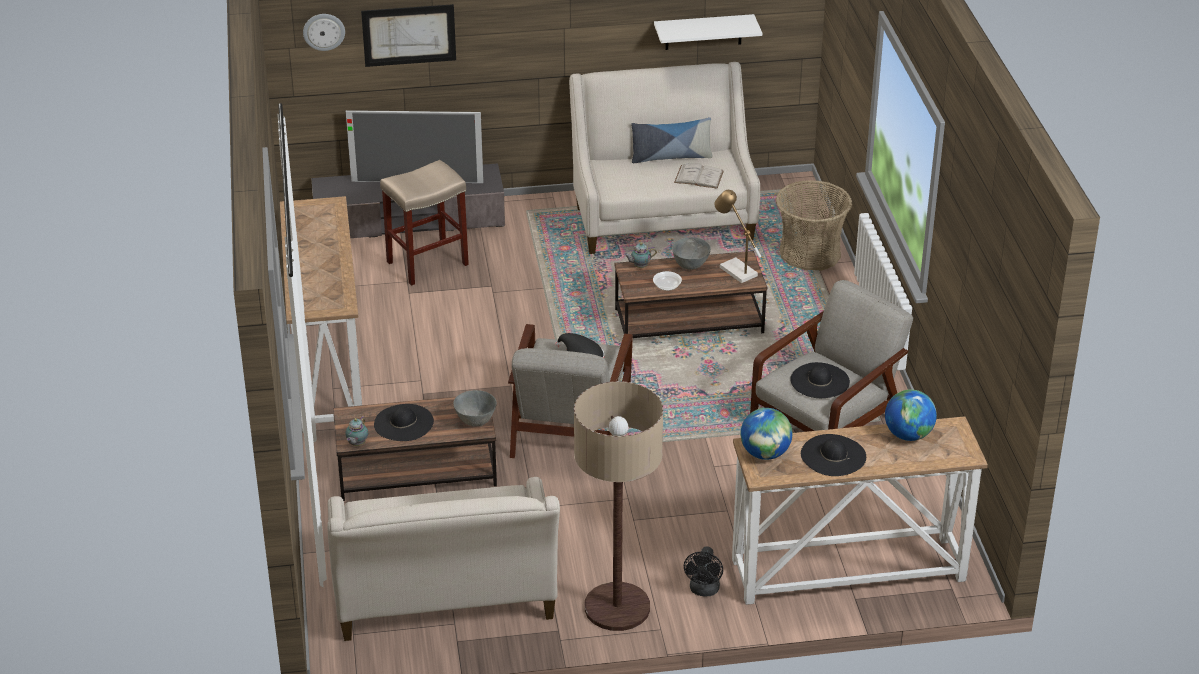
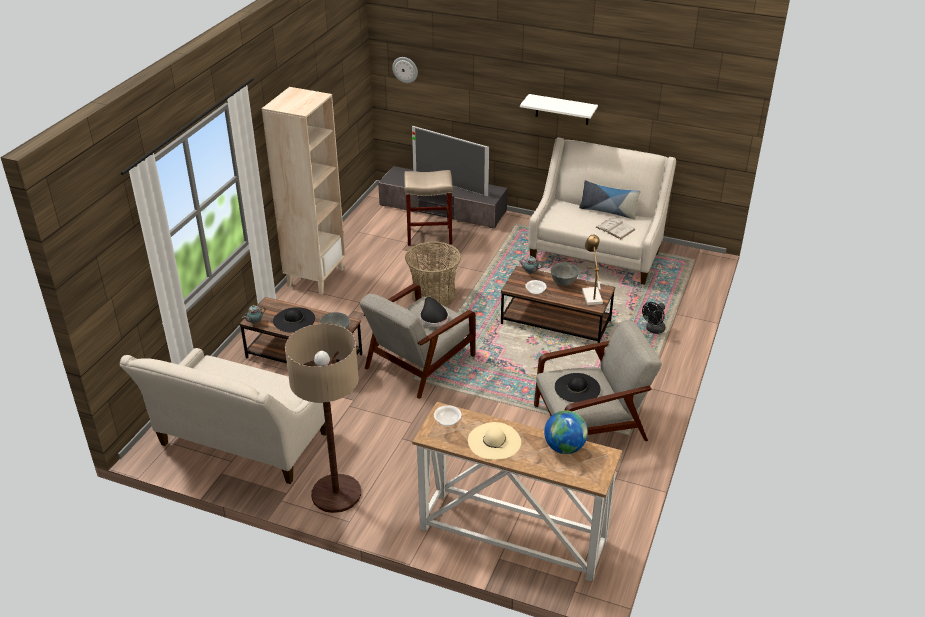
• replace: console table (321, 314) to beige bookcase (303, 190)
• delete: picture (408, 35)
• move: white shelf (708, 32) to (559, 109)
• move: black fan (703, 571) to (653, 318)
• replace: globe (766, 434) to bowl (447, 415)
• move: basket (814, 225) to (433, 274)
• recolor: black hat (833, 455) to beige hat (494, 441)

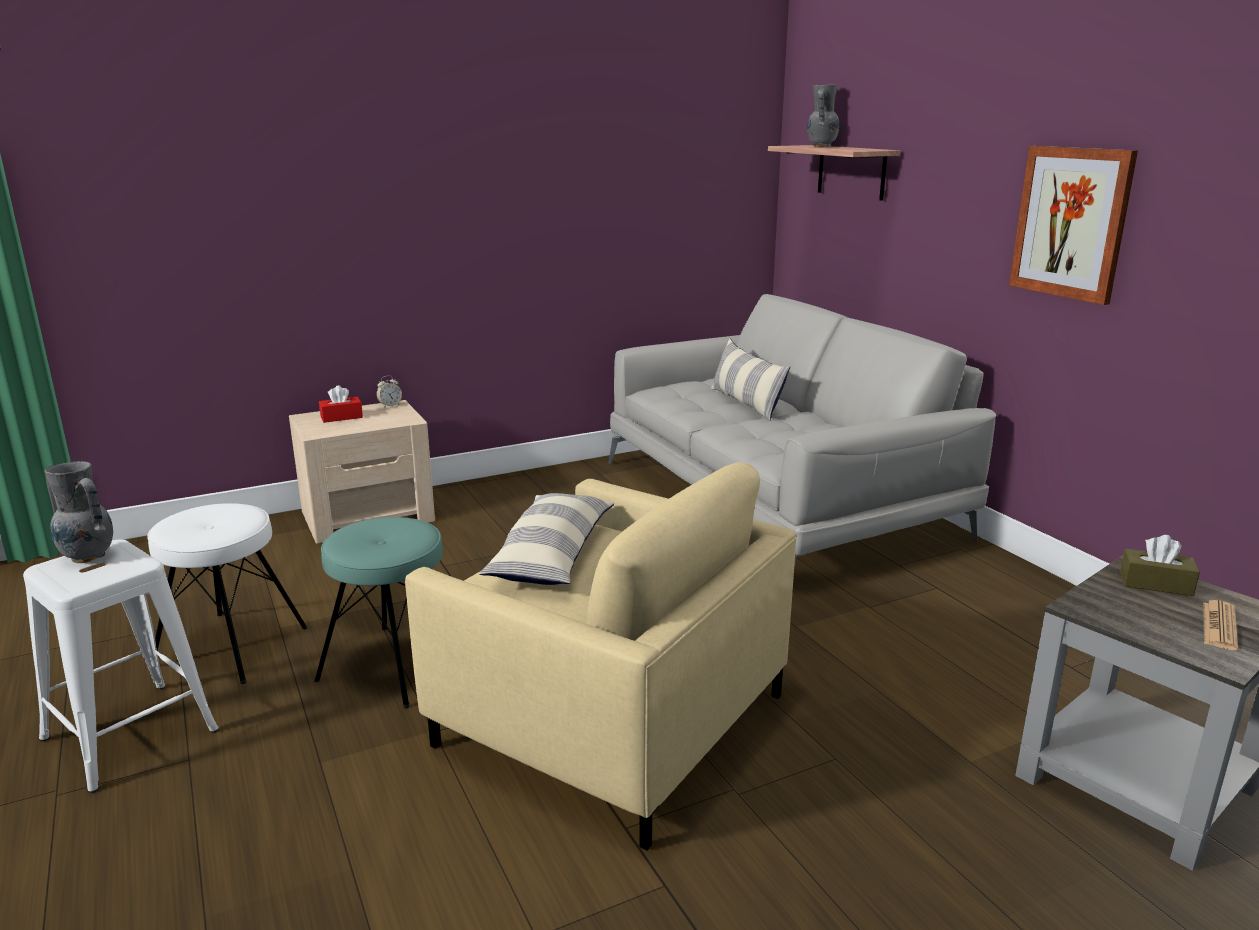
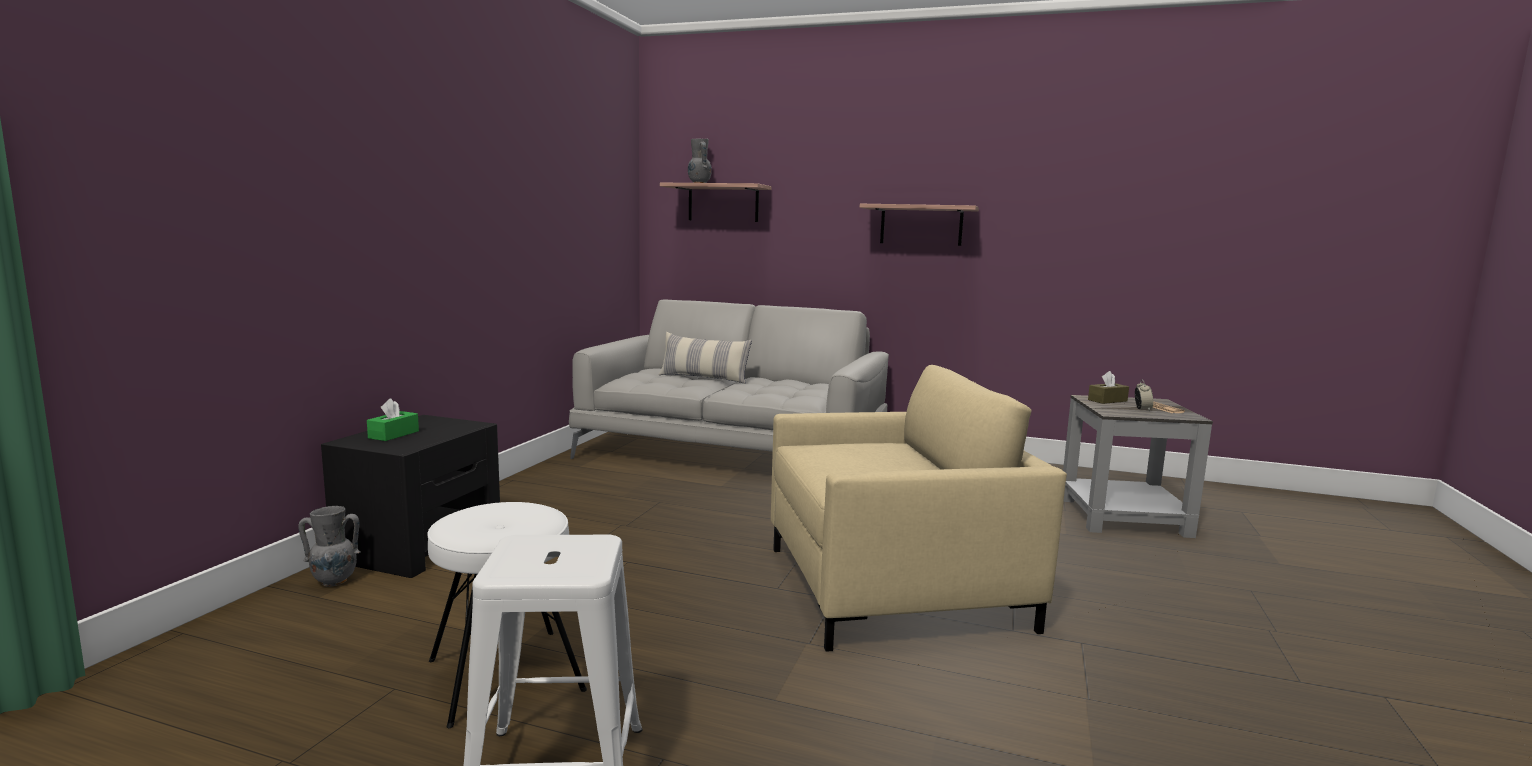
• move: grey vase (79, 512) to (329, 546)
• recolor: beige nightstand (362, 472) to black nightstand (410, 496)
• delete: turquoise stool (378, 613)
• recolor: red tissue box (341, 404) to green tissue box (393, 419)
• move: alarm clock (389, 392) to (1144, 396)
• delete: pillow (547, 539)
• replace: picture (1073, 225) to shelf (919, 225)

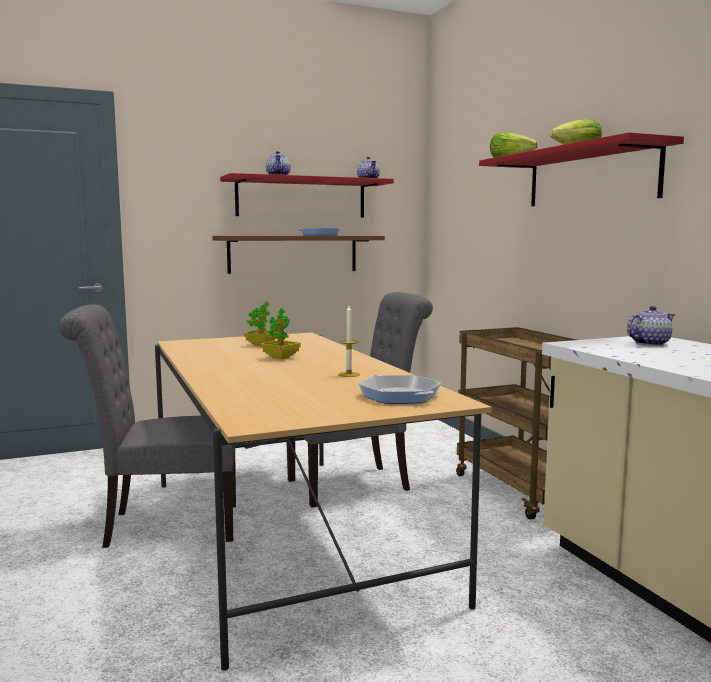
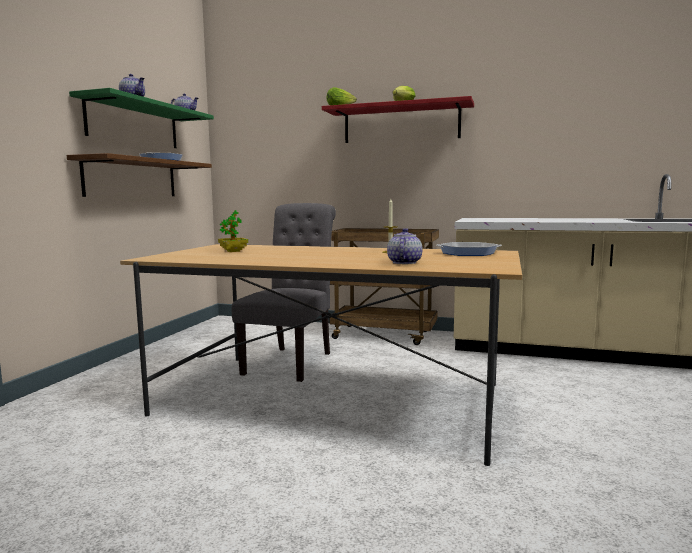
• delete: grey chair (147, 426)
• recolor: red shelf (307, 195) to green shelf (141, 118)
• delete: potted plant (281, 333)
• move: teapot (651, 326) to (405, 246)

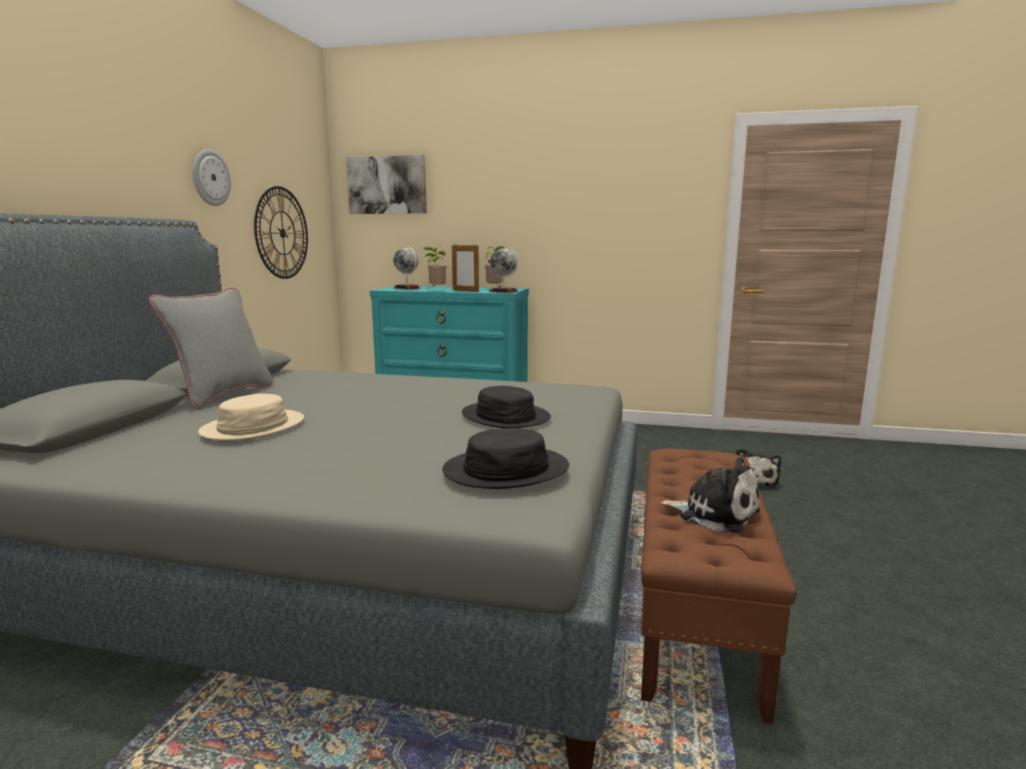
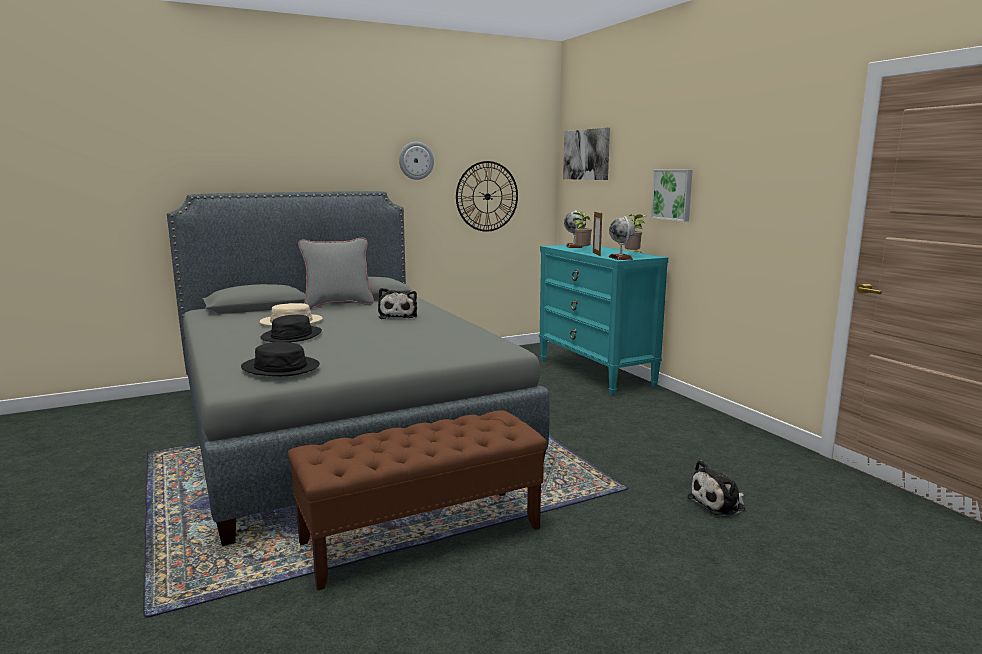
• move: black hat (506, 407) to (291, 328)
• move: plush toy (710, 495) to (397, 303)
• insert: picture (672, 196)

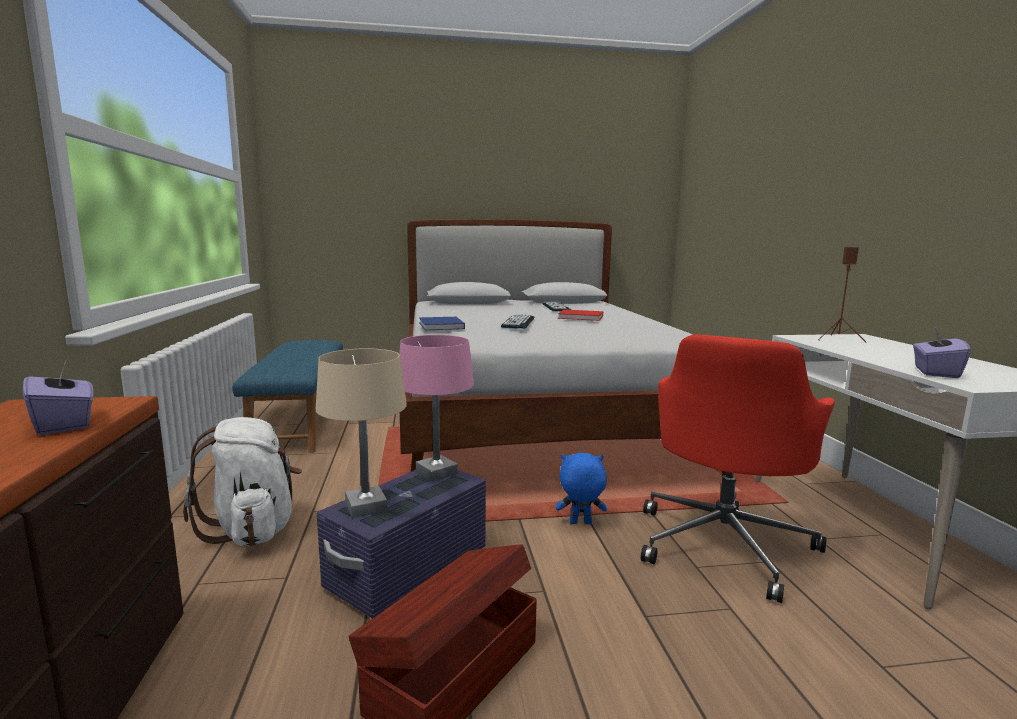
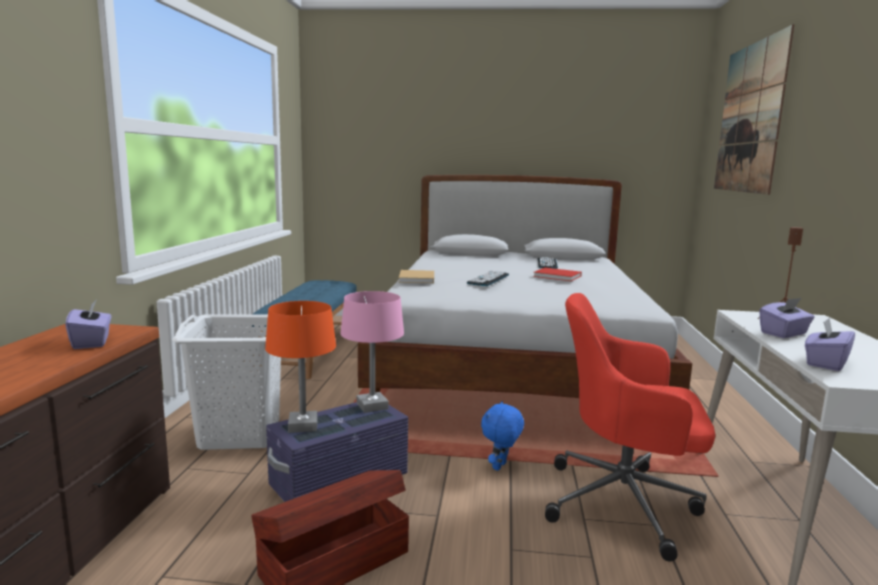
• replace: white backpack (242, 481) to white laundry basket (226, 382)
• recolor: beige table lamp (361, 433) to orange table lamp (300, 367)
• recolor: blue book (442, 323) to beige book (416, 276)
• rotate: blue plush toy (581, 488) = (502, 436) 75 degrees counterclockwise
• rotate: red office chair (738, 468) = (630, 427) 60 degrees clockwise
• insert: picture (754, 109)
• insert: purple tissue box (787, 318)

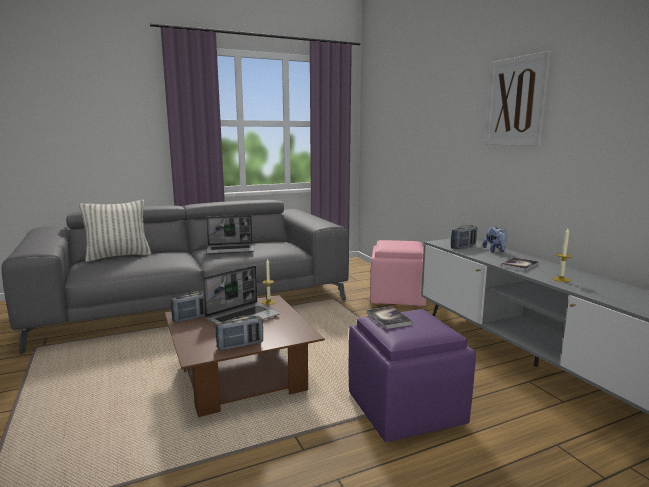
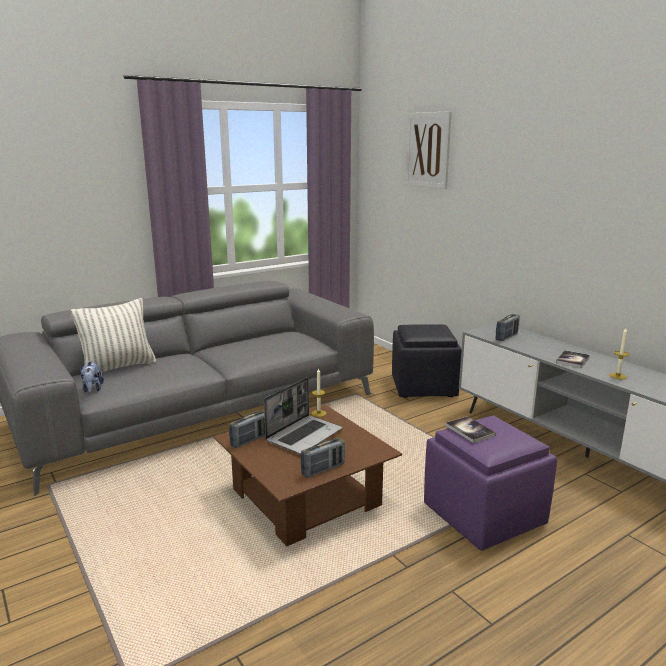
• delete: laptop (230, 234)
• recolor: pink ottoman (398, 273) to black ottoman (427, 361)
• move: plush toy (495, 239) to (92, 377)
• move: picture (518, 98) to (428, 150)

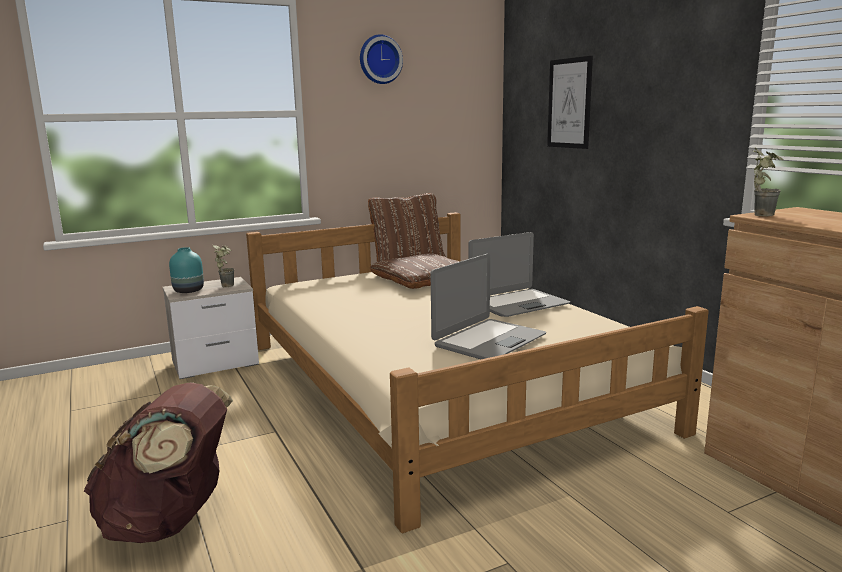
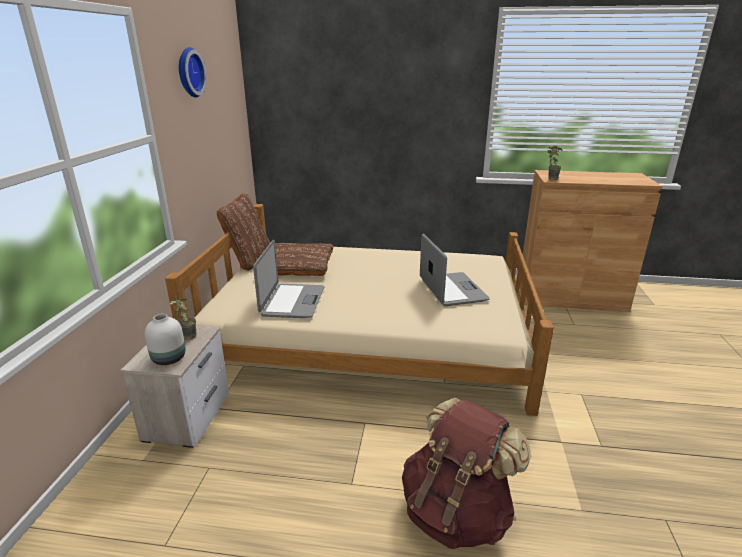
• recolor: turquoise vase (186, 270) to white vase (165, 339)
• move: laptop (519, 274) to (288, 279)
• delete: picture (570, 102)

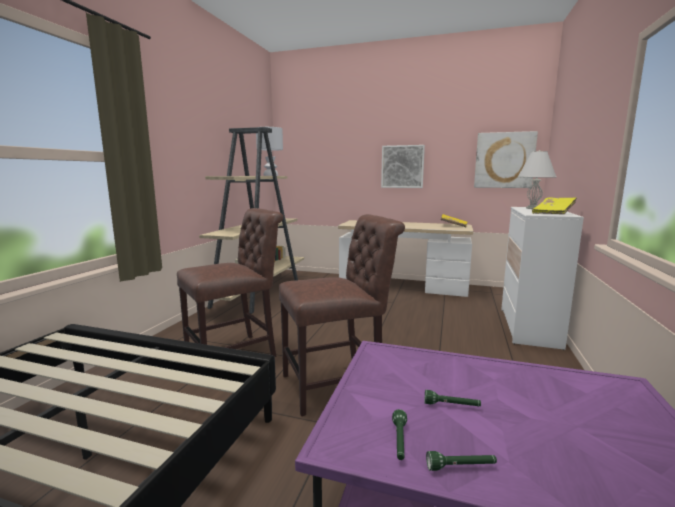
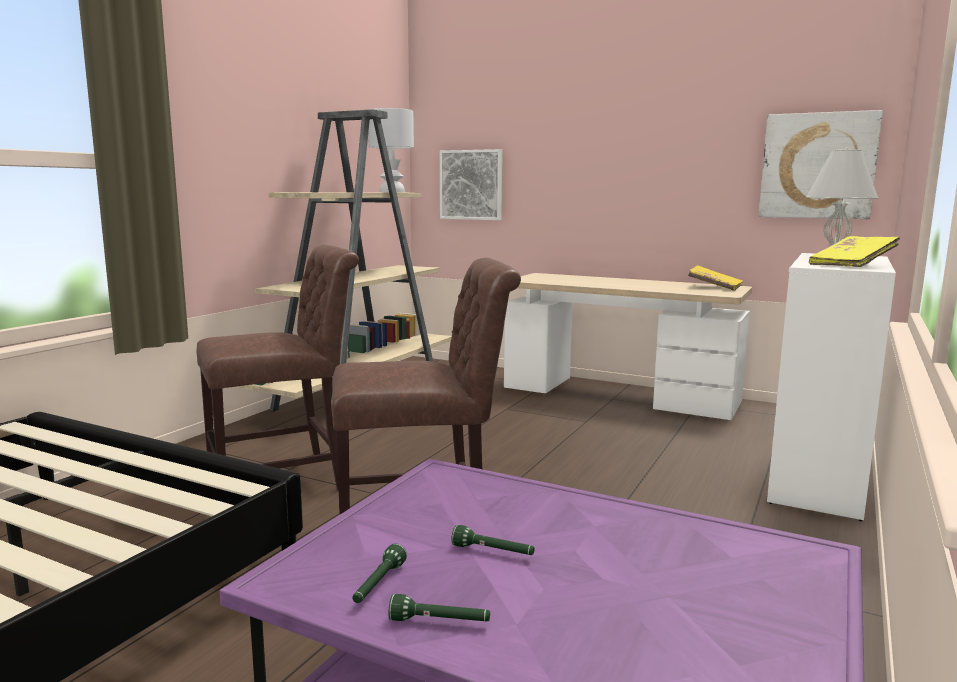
• move: picture (403, 166) to (471, 184)

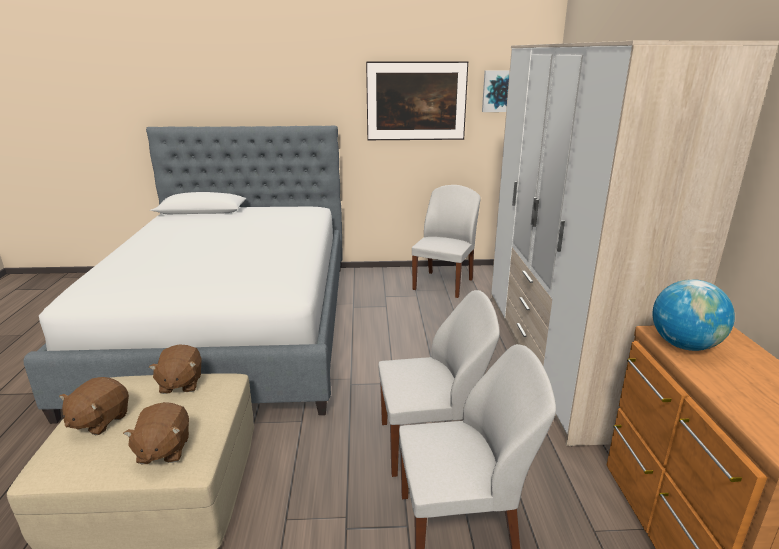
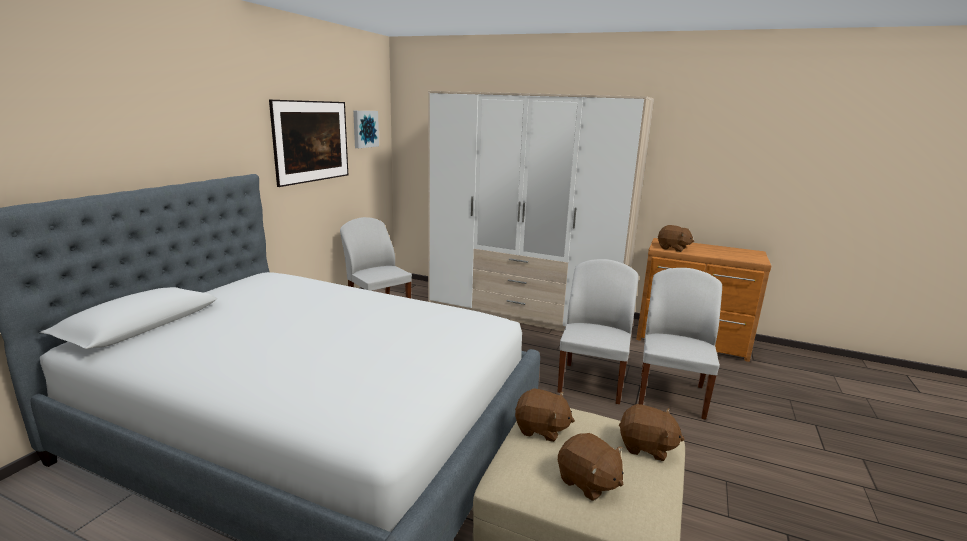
• replace: globe (694, 315) to brown plush toy (676, 238)

